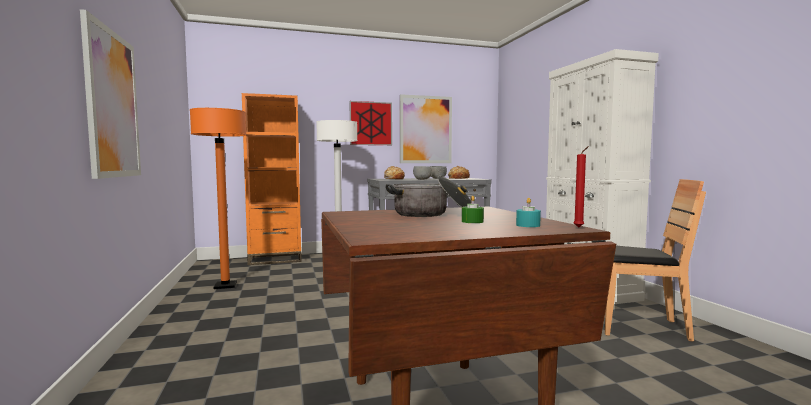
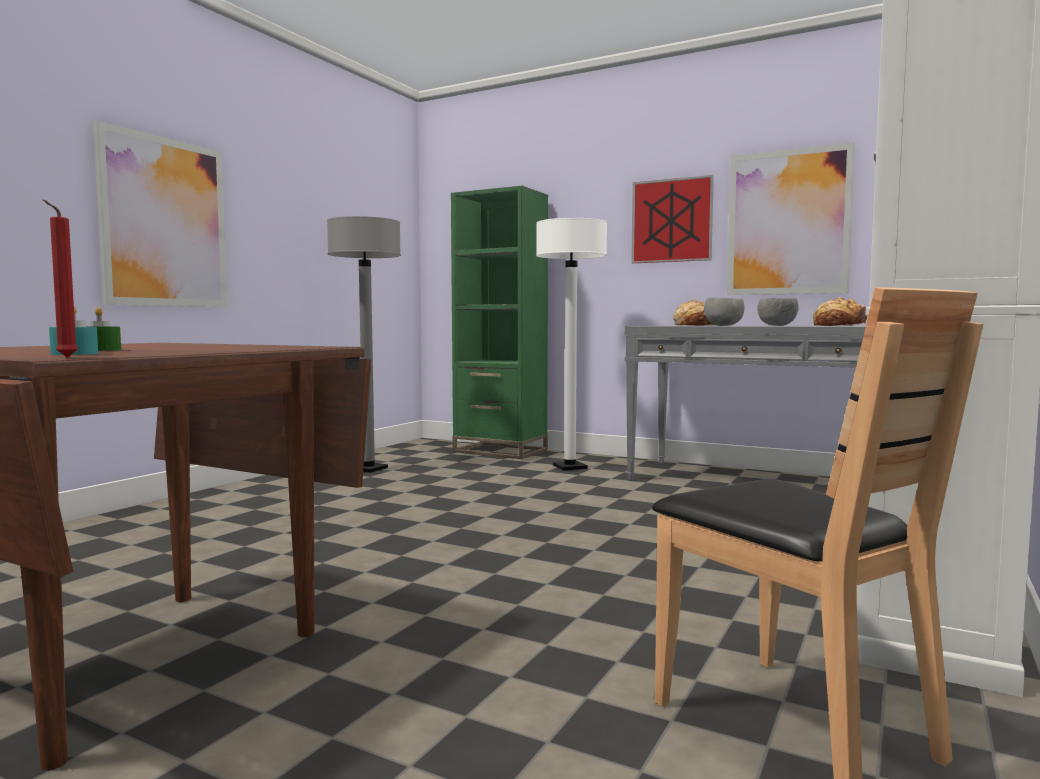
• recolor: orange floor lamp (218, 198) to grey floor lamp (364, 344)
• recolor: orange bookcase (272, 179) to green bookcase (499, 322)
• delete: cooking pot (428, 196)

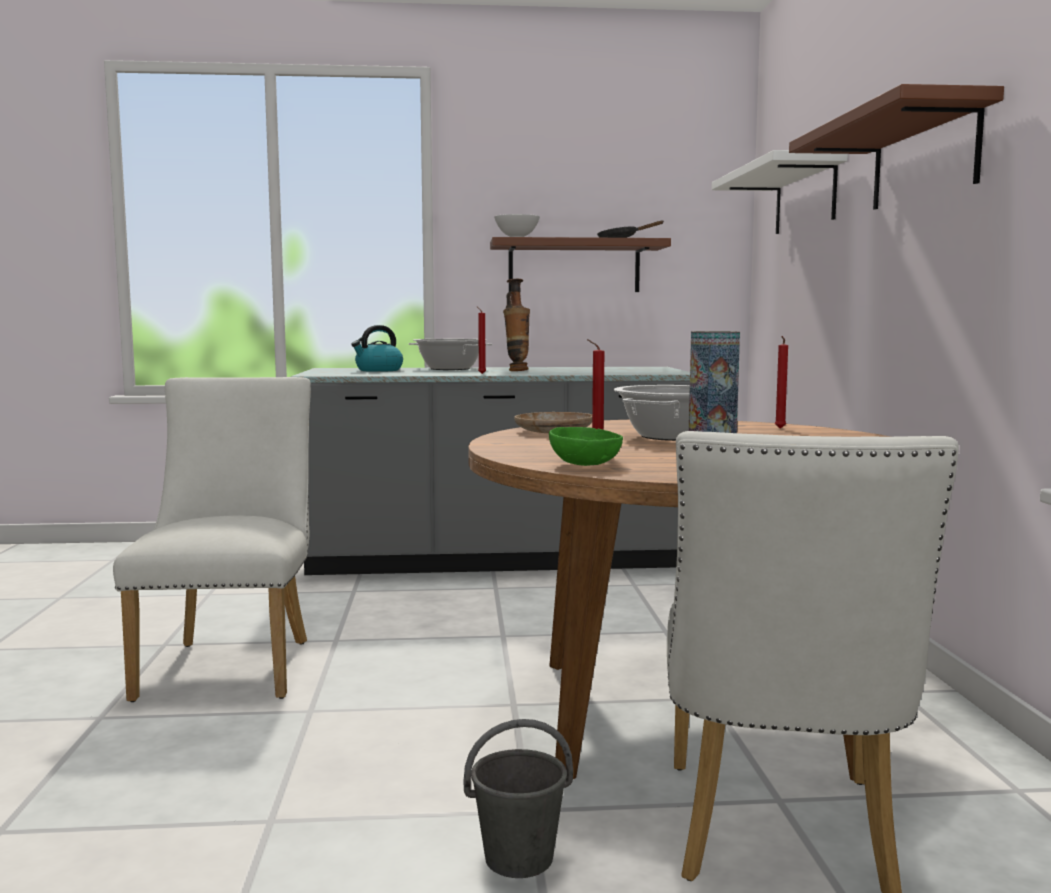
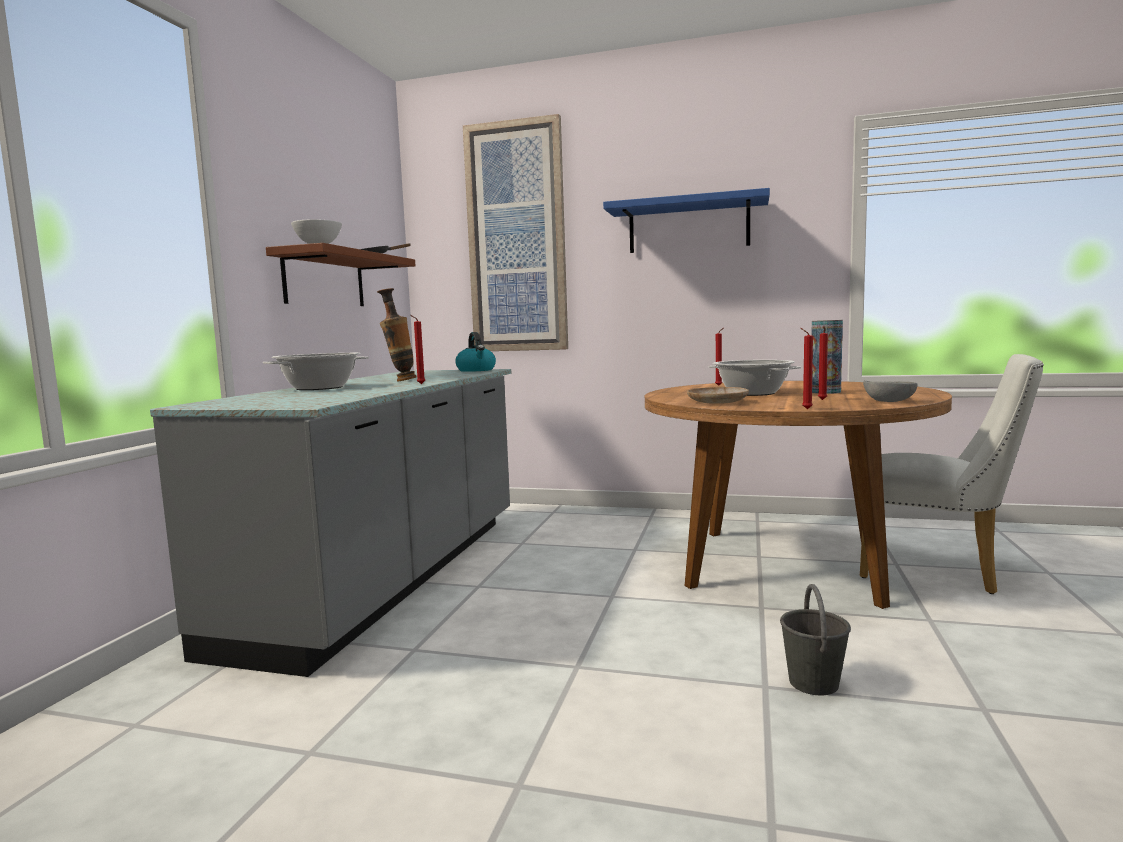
• delete: white chair (212, 539)
• move: kettle (377, 348) to (475, 352)
• move: grey bucket (518, 798) to (815, 639)
• recolor: green bowl (586, 446) to grey bowl (890, 391)
• replace: white shelf (780, 192) to picture (515, 232)
• recolor: brown shelf (896, 147) to blue shelf (686, 220)
• insert: red candle (806, 368)

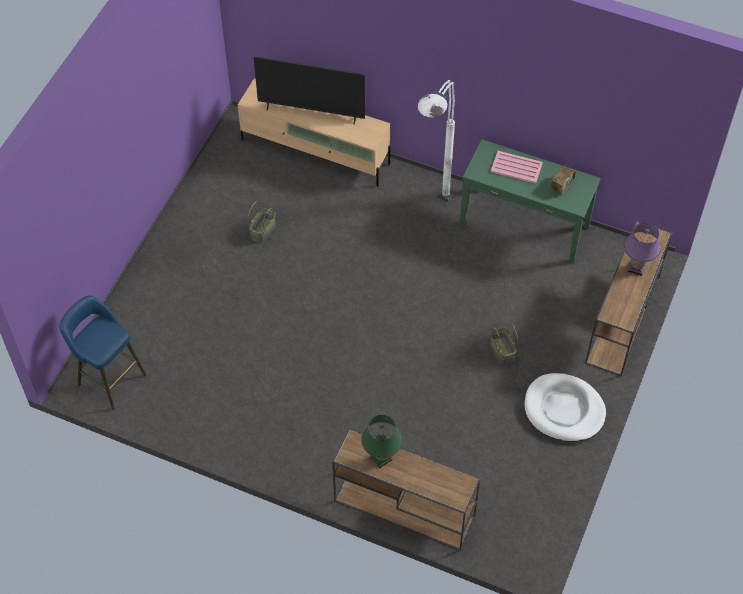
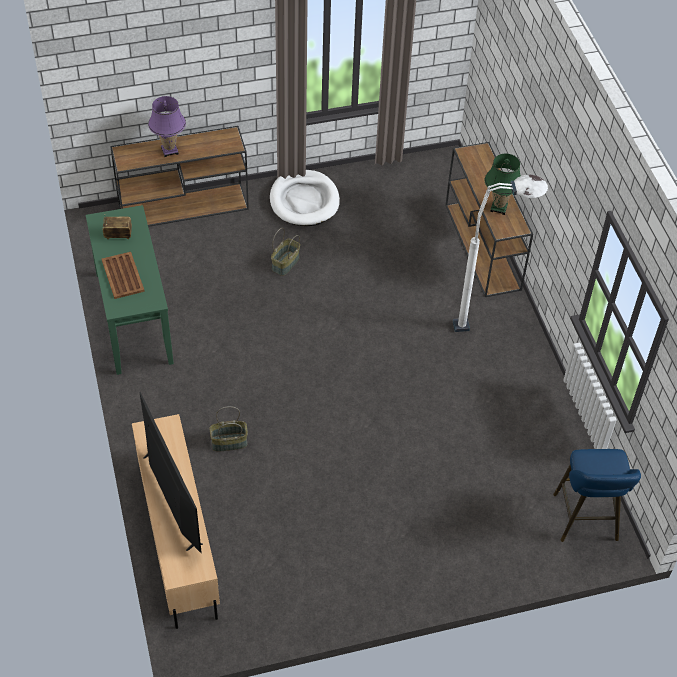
• move: basket (262, 222) to (228, 428)
• move: white floor lamp (436, 141) to (500, 253)
• recolor: pink tray (516, 167) to brown tray (123, 275)

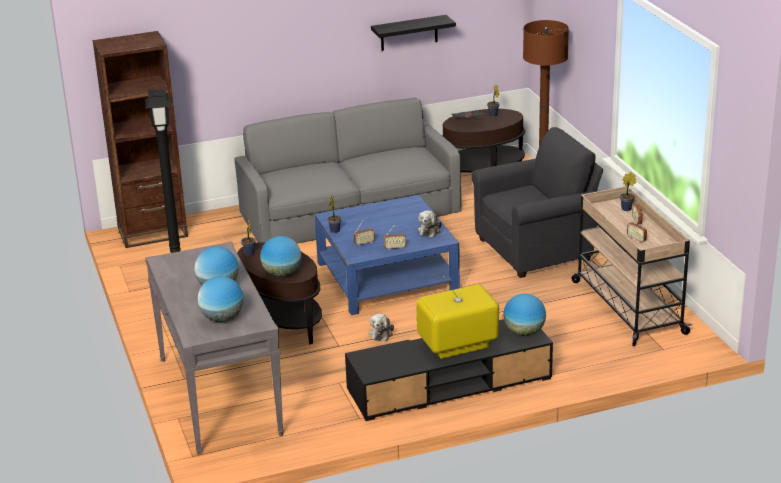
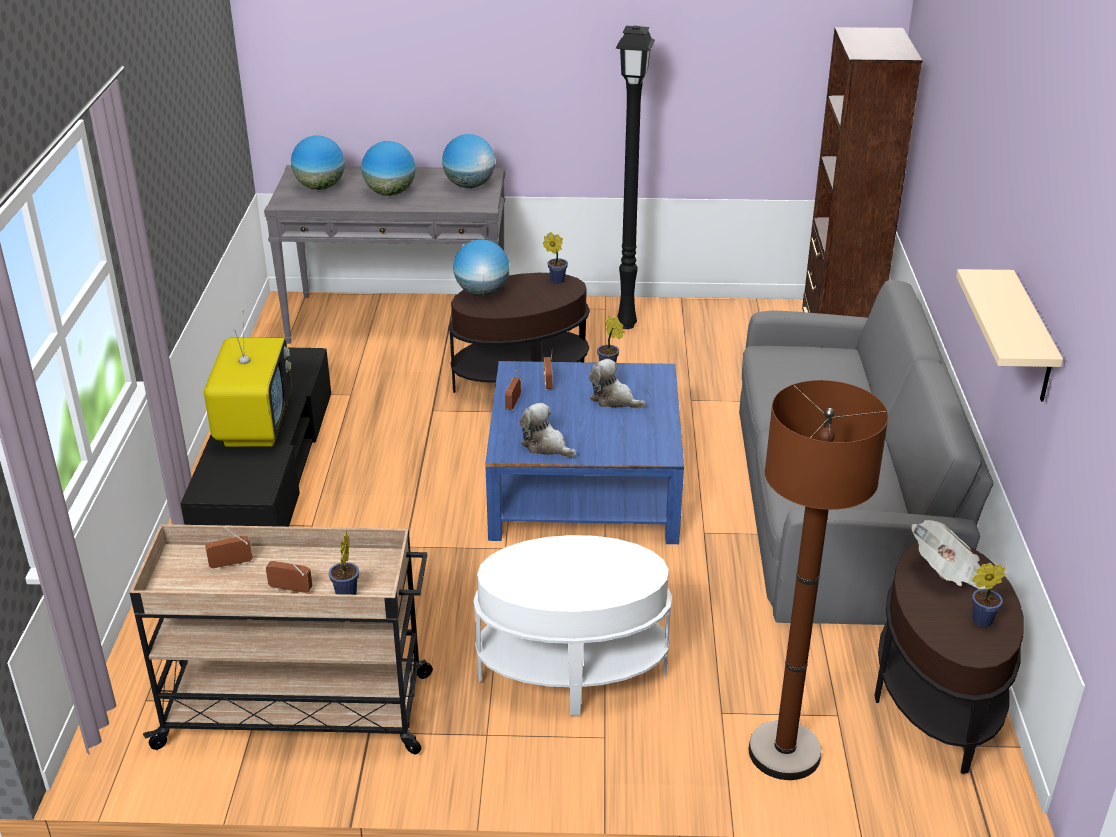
• move: plush toy (381, 327) to (617, 384)
• recolor: black shelf (413, 33) to beige shelf (1009, 335)
• replace: grey armchair (537, 202) to white side table (572, 625)
• move: globe (524, 315) to (468, 161)

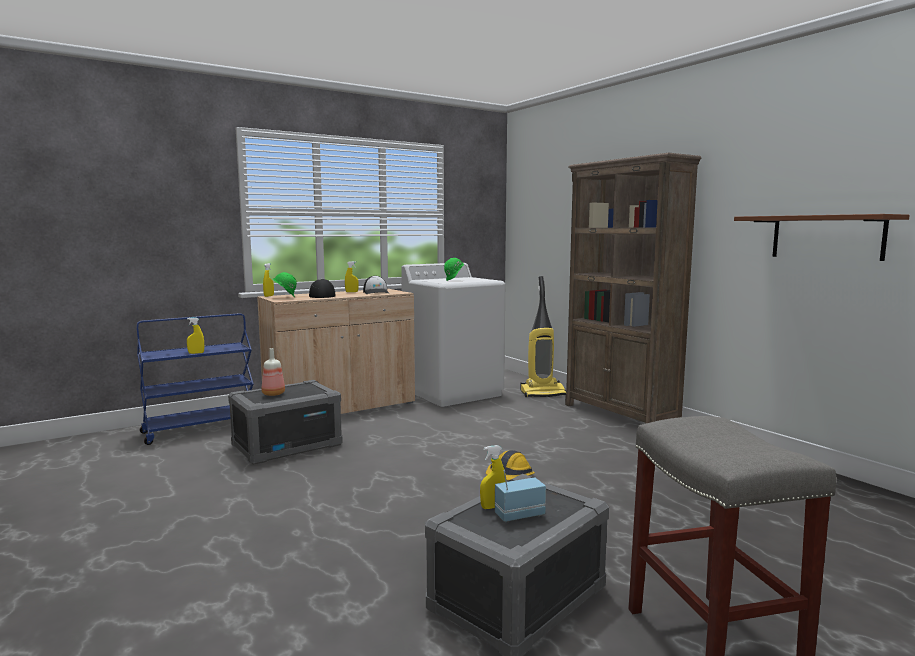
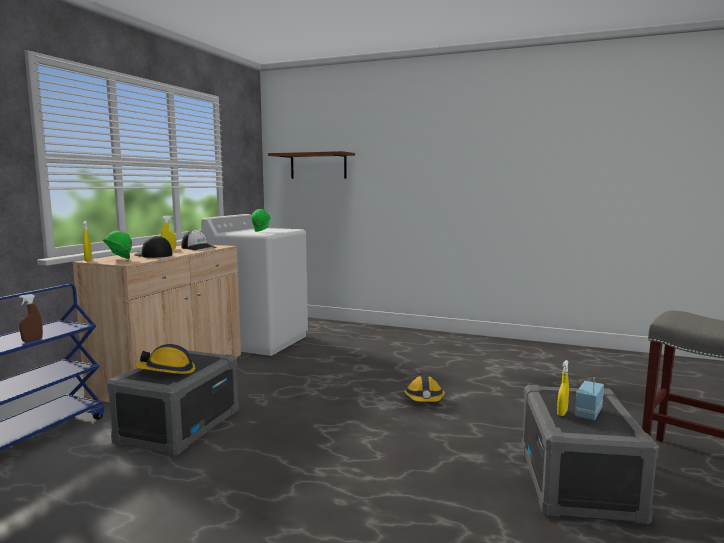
• recolor: yellow spray bottle (195, 335) to brown spray bottle (31, 318)
• replace: bottle (273, 372) to hard hat (165, 359)
• delete: vacuum cleaner (543, 336)
• delete: brown bookcase (633, 288)
• move: brown shelf (822, 237) to (311, 165)

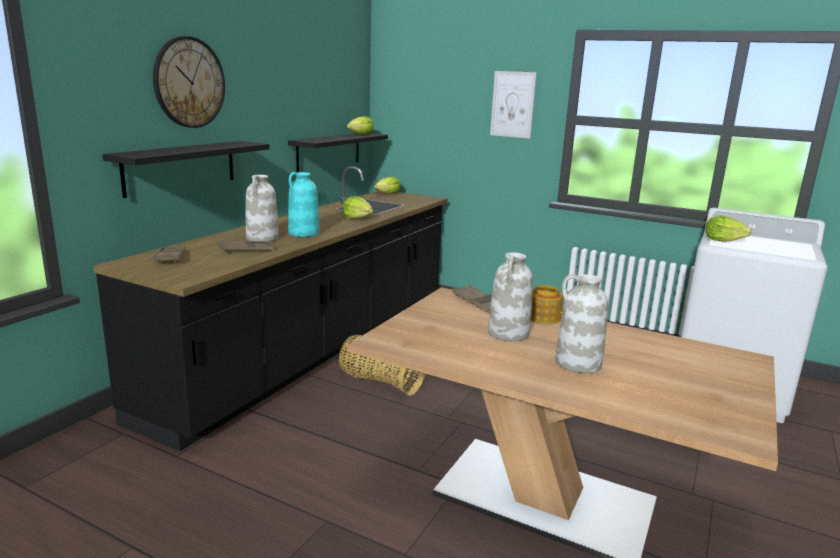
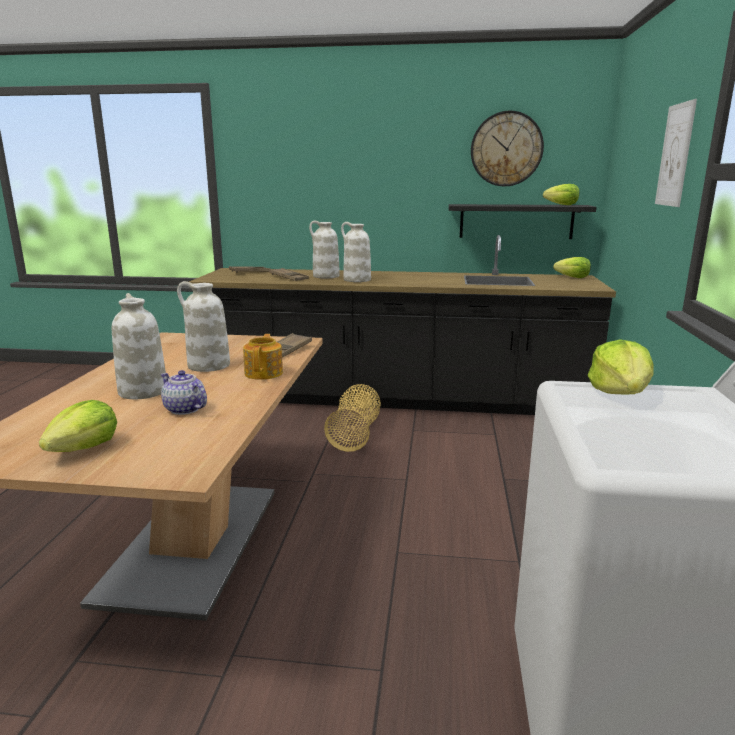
• delete: black shelf (186, 169)
• move: wall clock (189, 82) to (507, 148)
• recolor: turquoise vase (303, 204) to white vase (356, 252)
• move: lettuce (357, 207) to (78, 426)
• insert: teapot (184, 392)

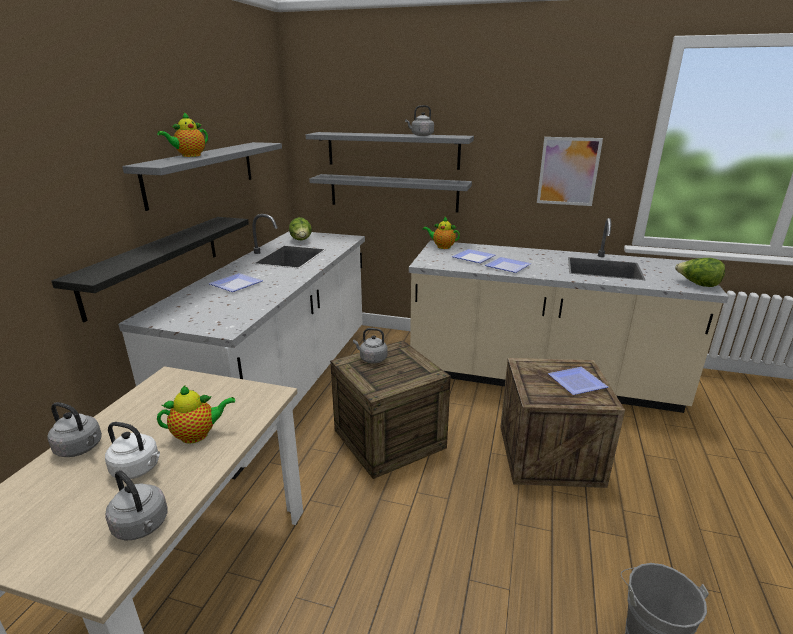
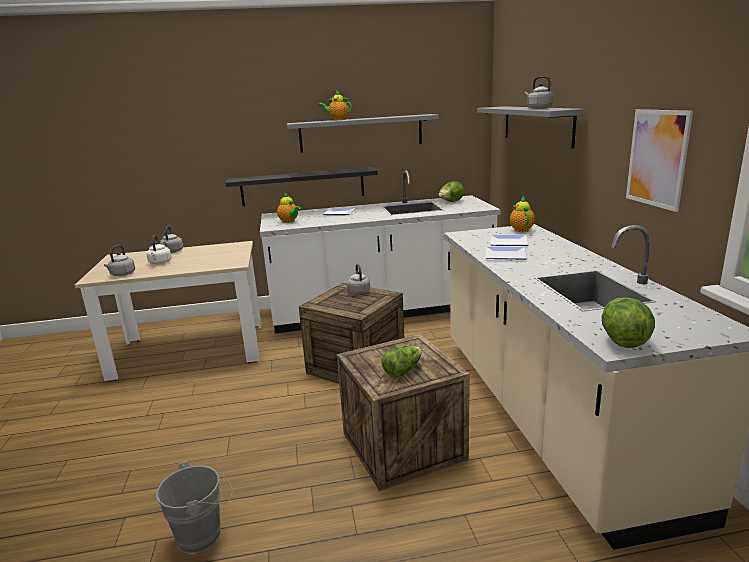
• move: teapot (196, 414) to (289, 208)
• delete: grey shelf (390, 193)
• replace: plate (578, 381) to lettuce (401, 361)

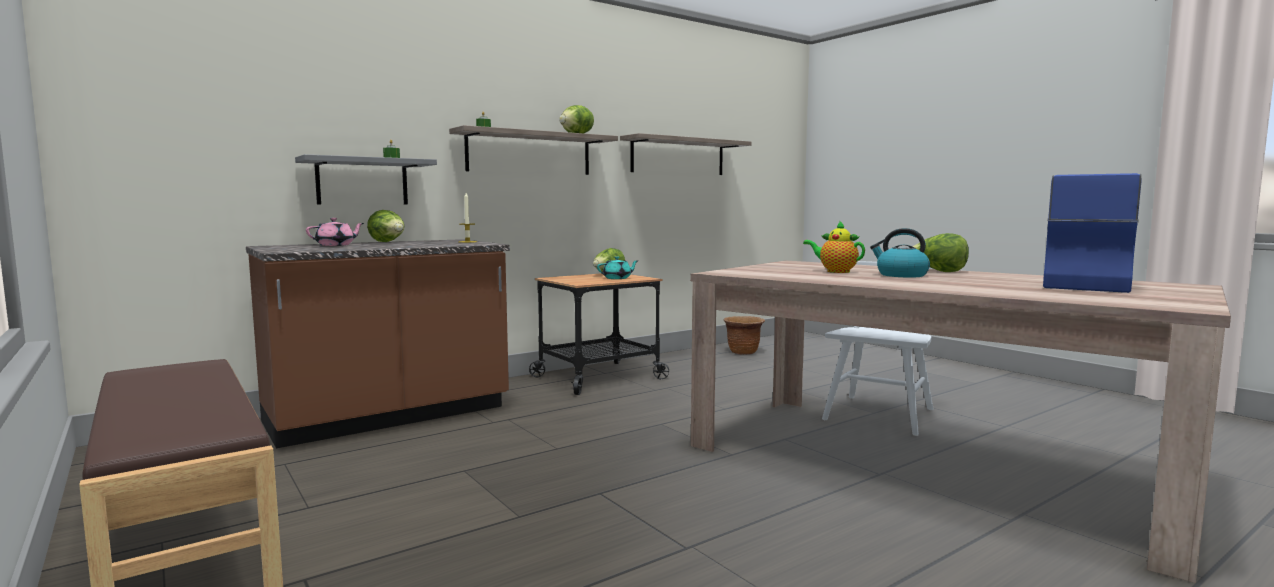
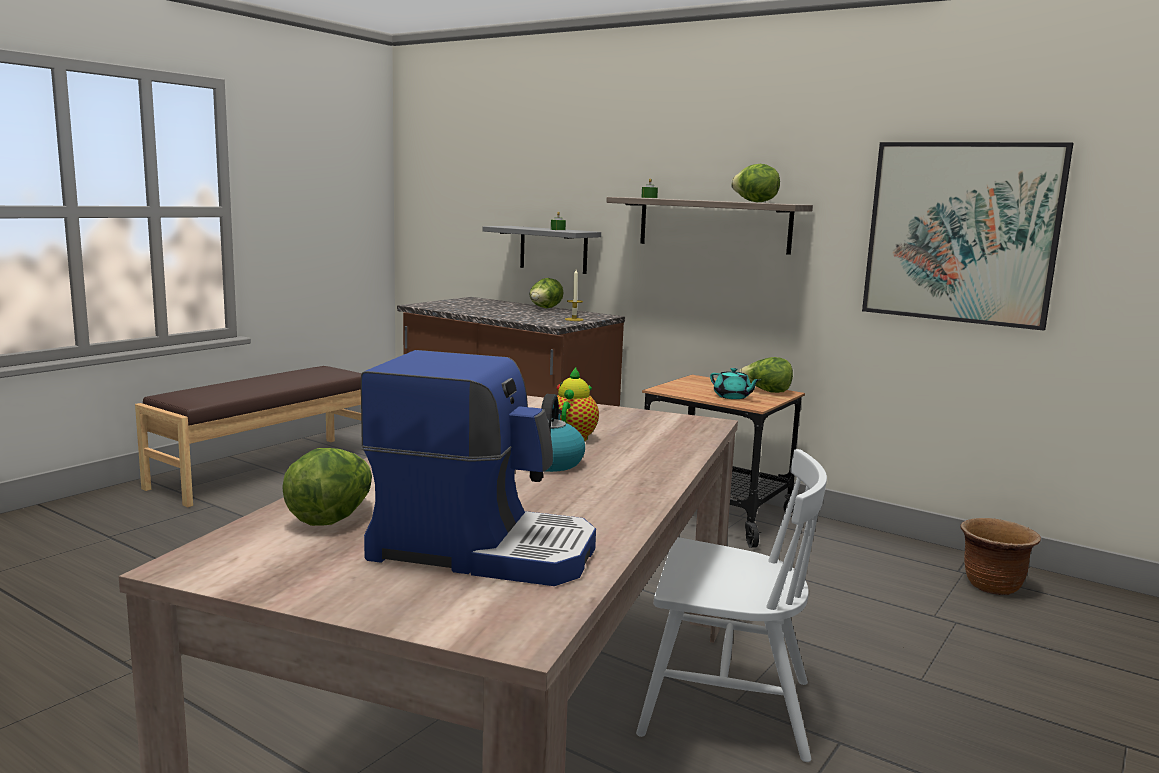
• delete: pink teapot (335, 232)
• replace: shelf (685, 154) to picture (967, 236)
• move: lettuce (940, 252) to (327, 487)

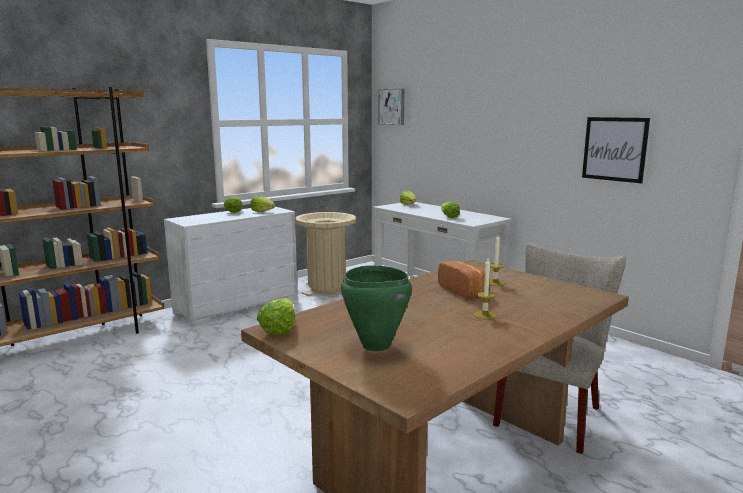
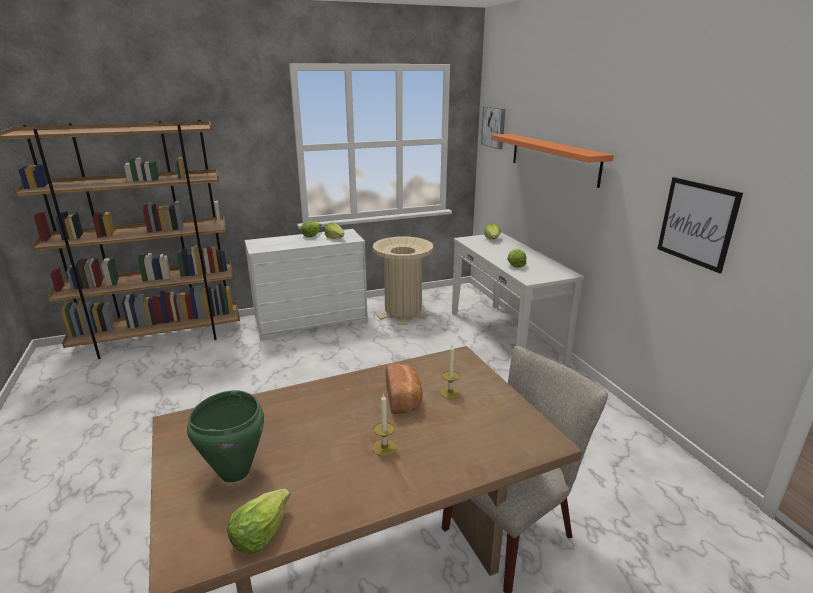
• move: lettuce (276, 316) to (258, 521)
• insert: orange shelf (552, 161)

